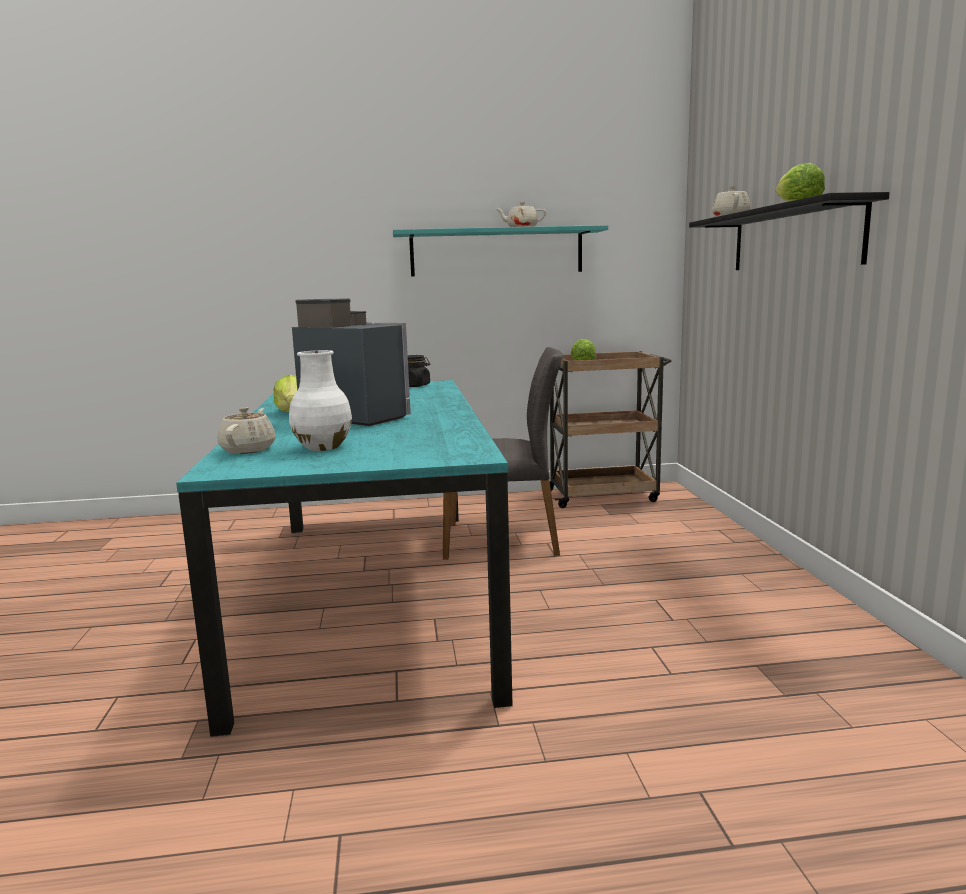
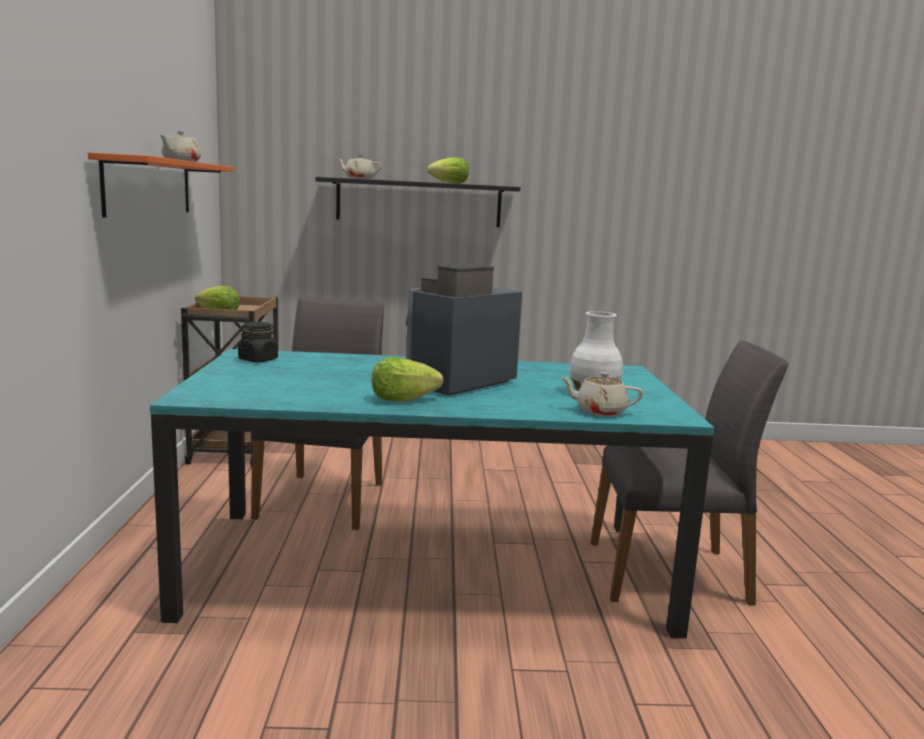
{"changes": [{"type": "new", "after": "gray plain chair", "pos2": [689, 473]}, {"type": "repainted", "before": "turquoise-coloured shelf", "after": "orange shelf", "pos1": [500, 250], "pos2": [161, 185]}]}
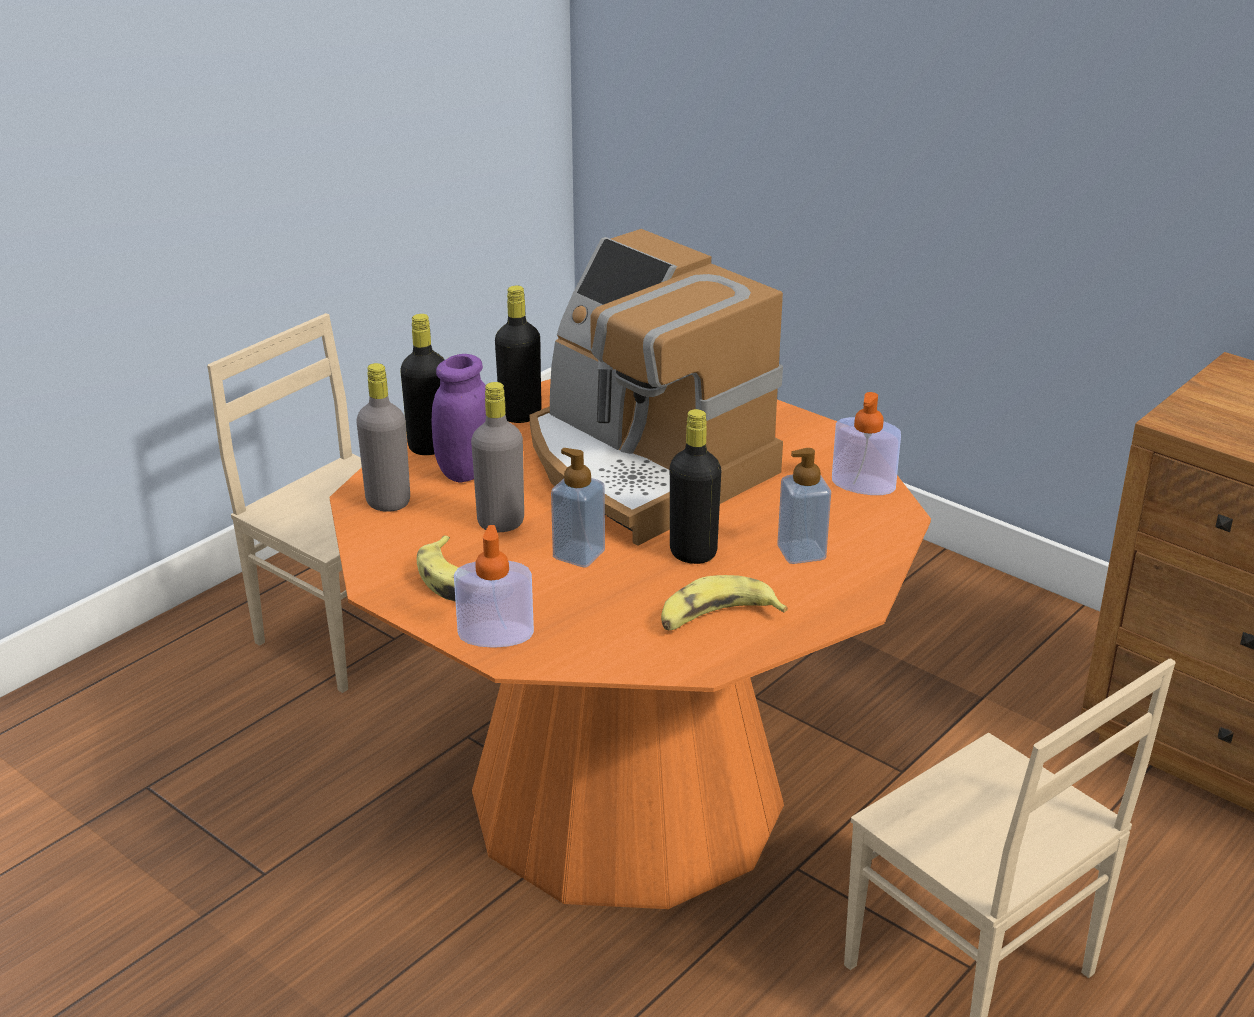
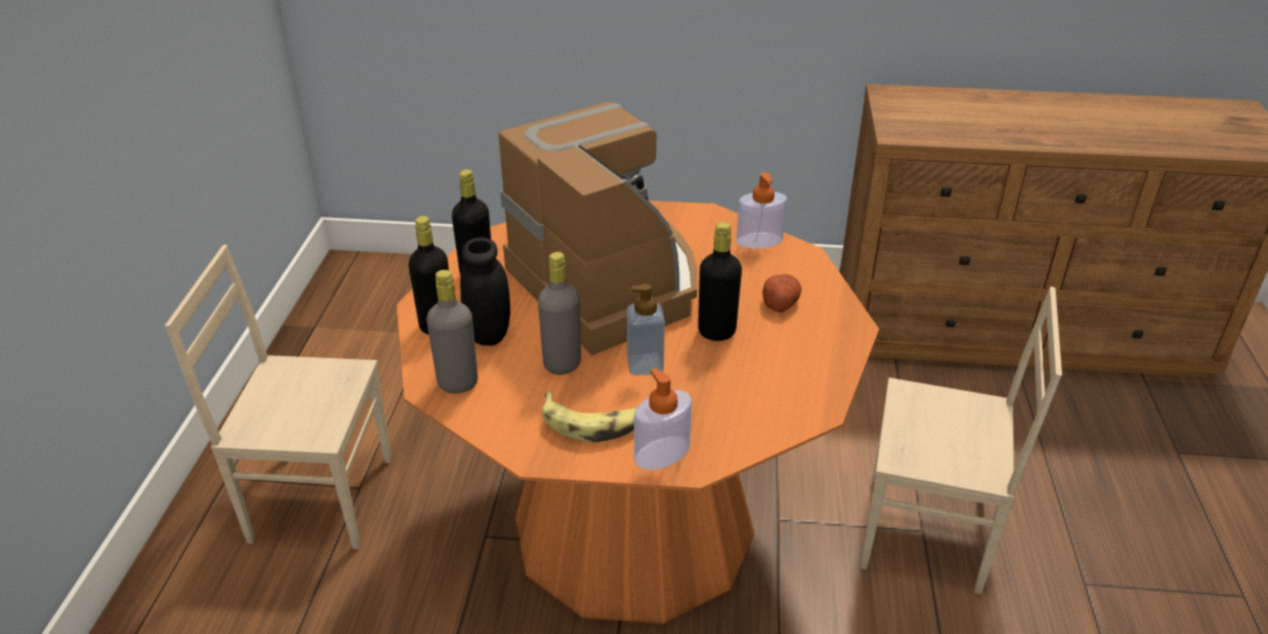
{"changes": [{"type": "gone", "before": "banana", "pos1": [724, 602]}, {"type": "swapped", "before": "liquid soap bottle", "after": "whole potato", "pos1": [804, 506], "pos2": [782, 293]}, {"type": "repainted", "before": "purple-coloured preserve jar", "after": "black-coloured preserve jar", "pos1": [458, 418], "pos2": [485, 291]}, {"type": "rotated", "before": "coffee machine", "pos1": [656, 387], "pos2": [598, 228], "turn": -135}]}
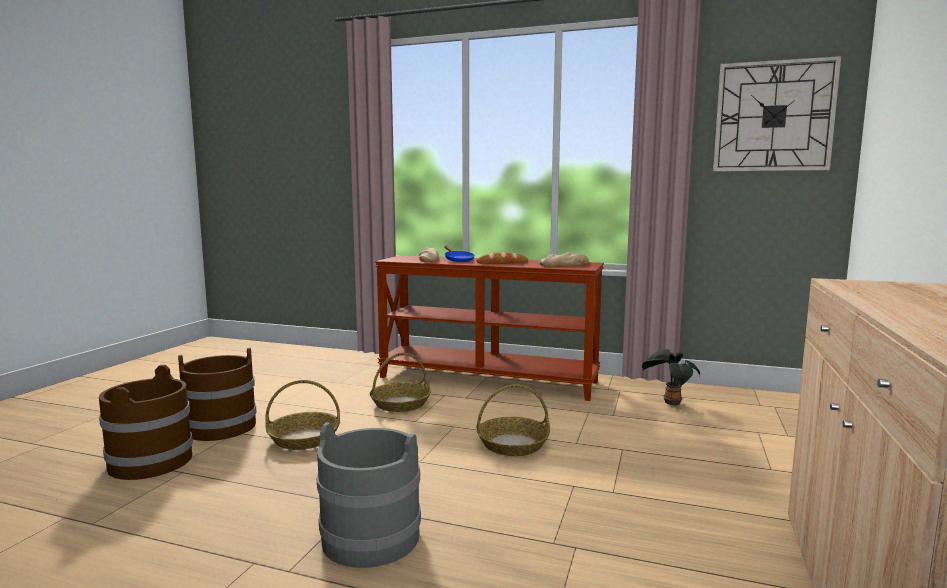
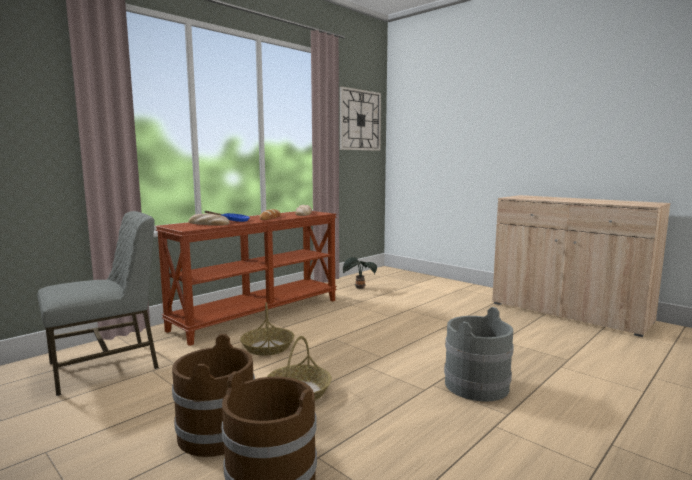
{"changes": [{"type": "gone", "before": "household basket", "pos1": [513, 420]}, {"type": "new", "after": "gray plain chair", "pos2": [98, 303]}]}
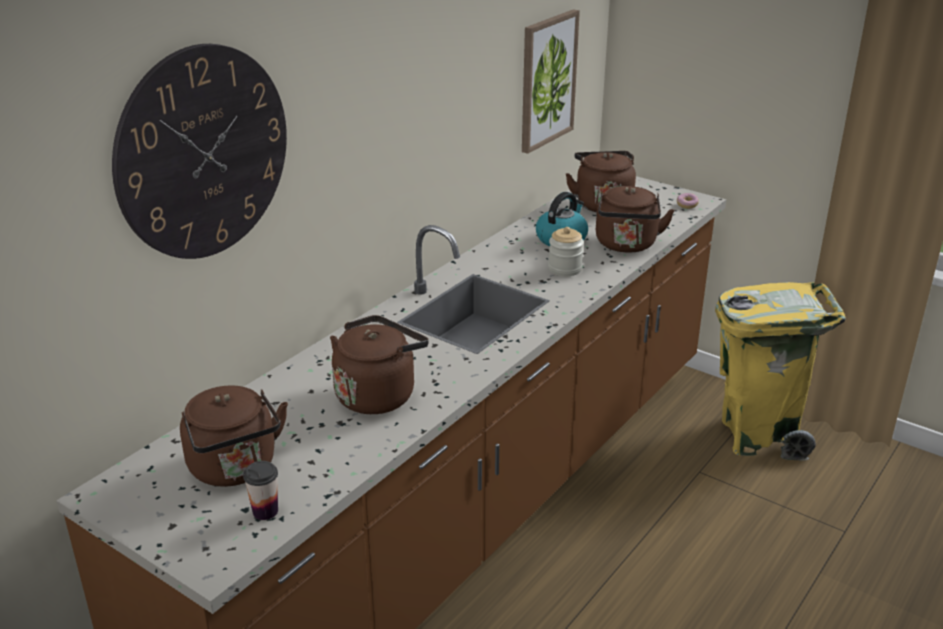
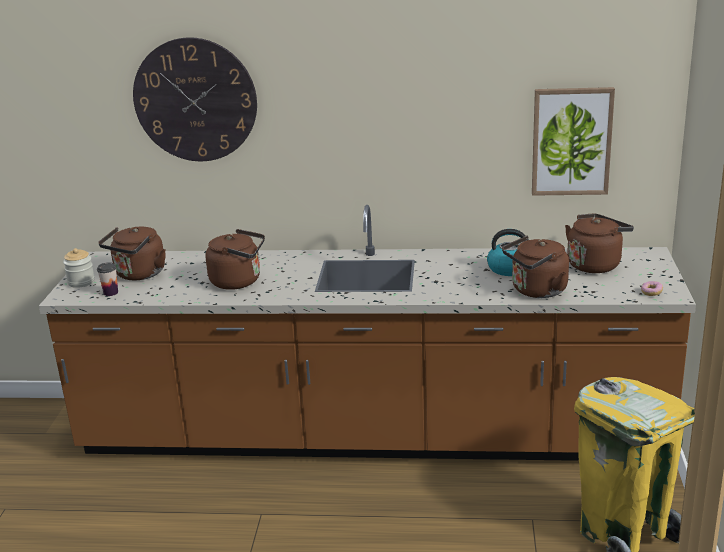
{"changes": [{"type": "shifted", "before": "preserve jar", "pos1": [566, 251], "pos2": [79, 268]}]}
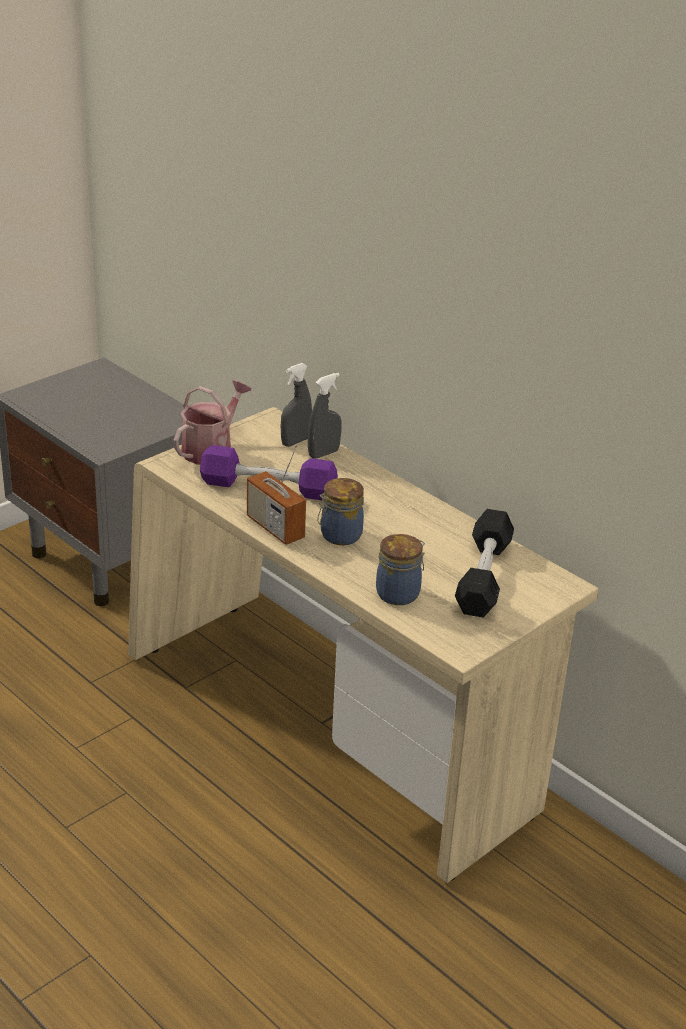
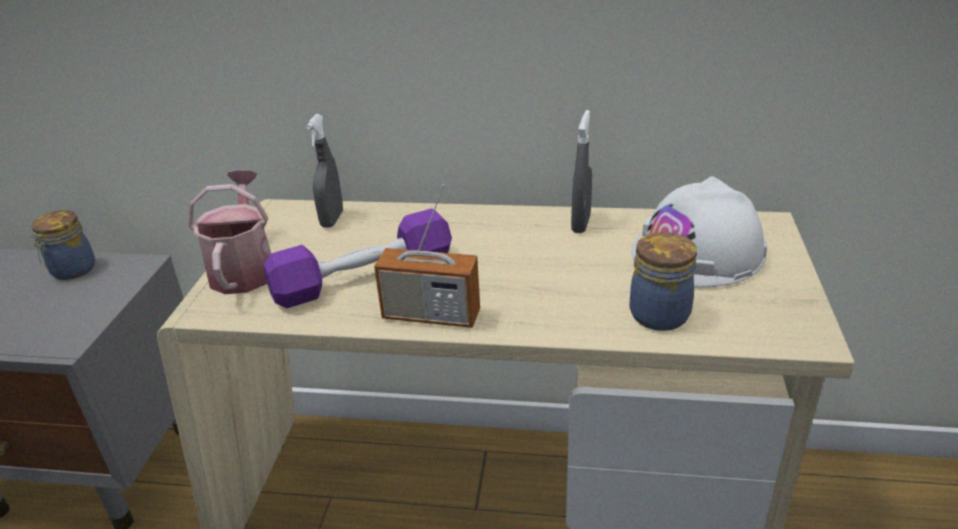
{"changes": [{"type": "shifted", "before": "gray hand sprayer", "pos1": [325, 416], "pos2": [581, 171]}, {"type": "shifted", "before": "preserve jar", "pos1": [340, 511], "pos2": [62, 245]}, {"type": "swapped", "before": "black-coloured hand weight", "after": "whitish work helmet", "pos1": [484, 563], "pos2": [699, 231]}]}
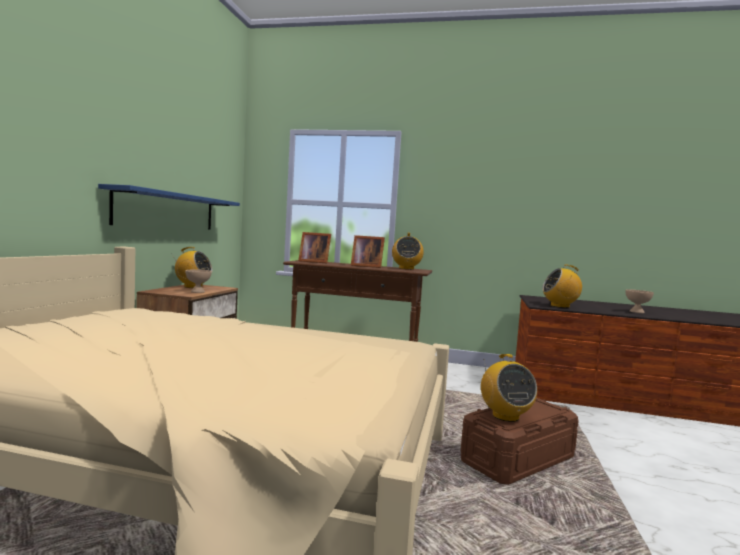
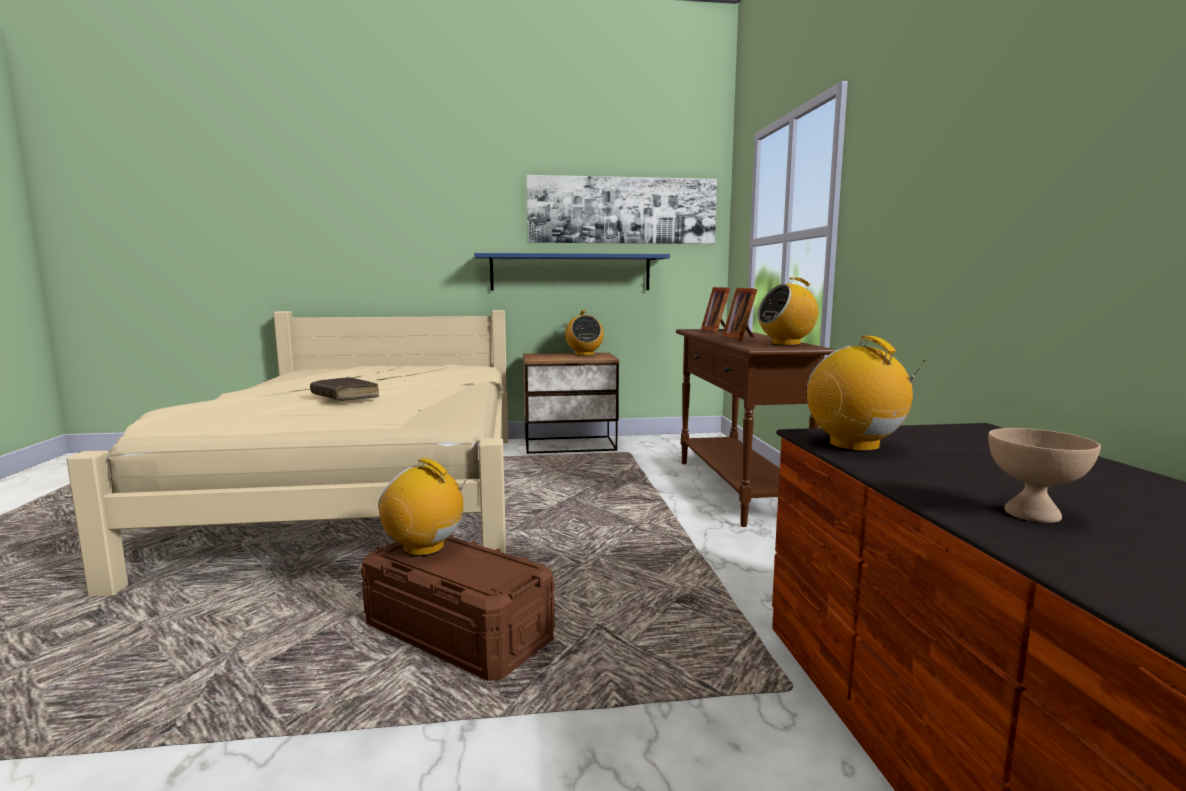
{"changes": [{"type": "gone", "before": "beige serving bowl", "pos1": [198, 281]}, {"type": "new", "after": "brown-coloured bound book", "pos2": [344, 389]}, {"type": "new", "after": "wall picture", "pos2": [621, 209]}, {"type": "rotated", "before": "radio", "pos1": [509, 388], "pos2": [424, 507], "turn": 60}]}
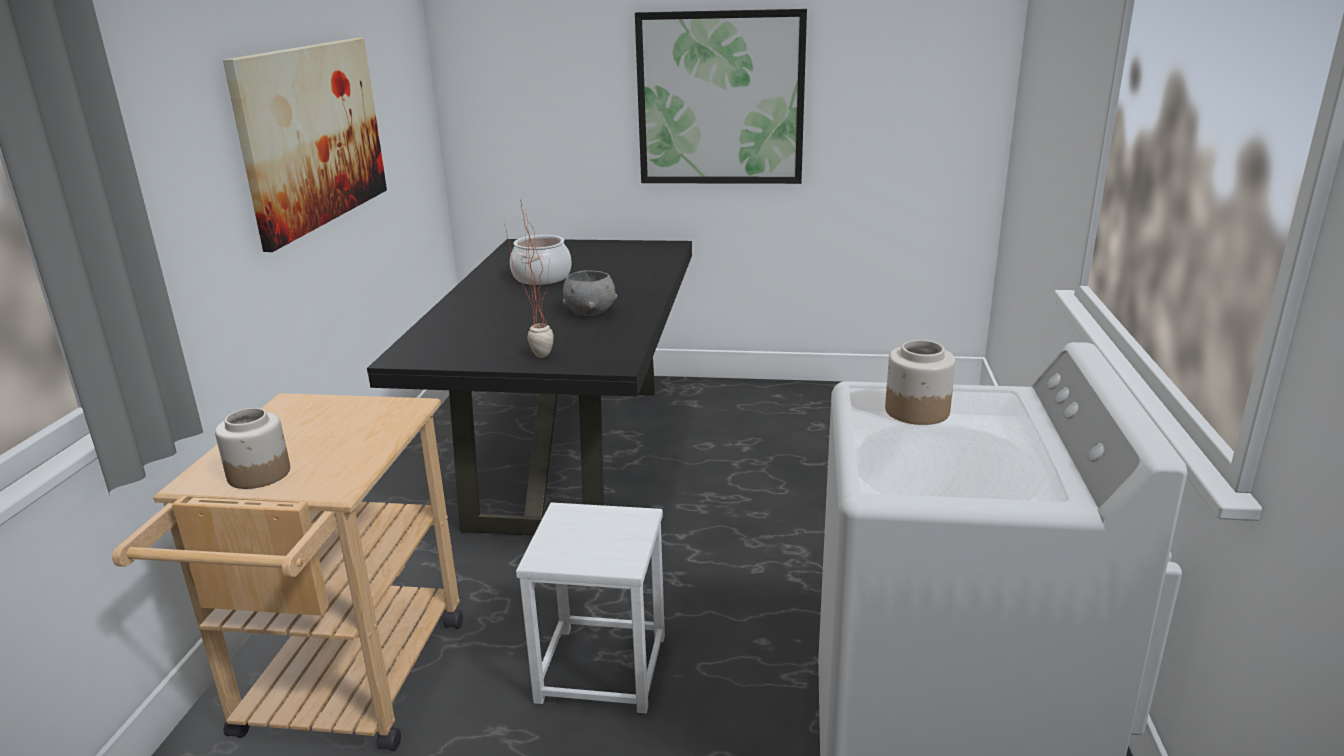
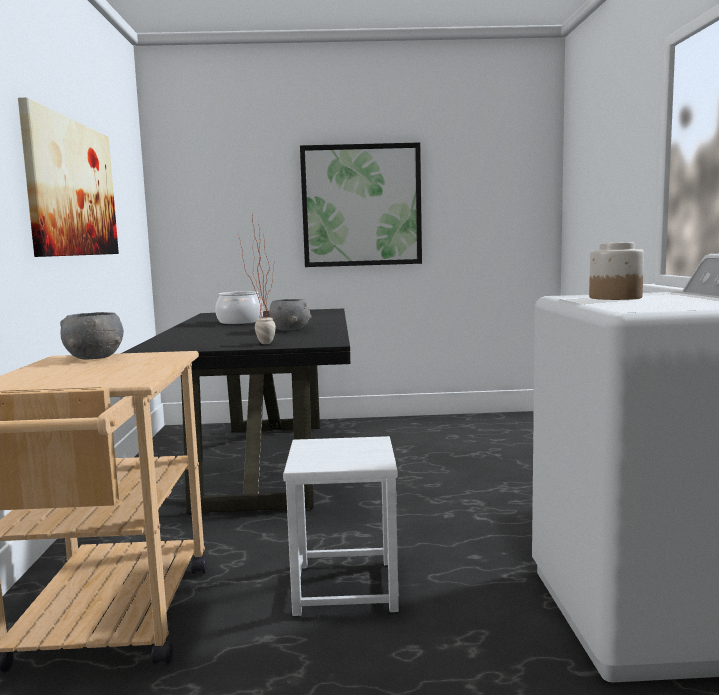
{"changes": [{"type": "gone", "before": "preserve jar", "pos1": [252, 448]}, {"type": "new", "after": "gray serving bowl", "pos2": [92, 335]}]}
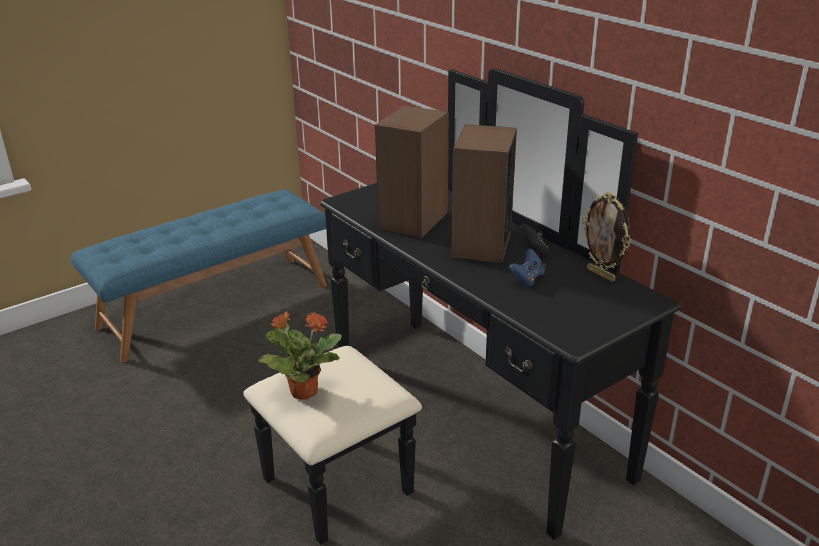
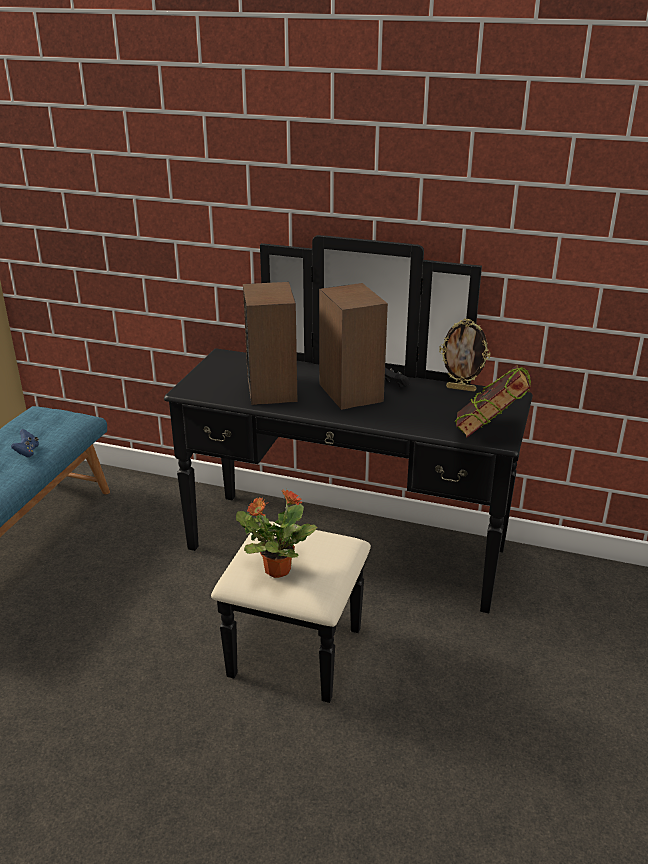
{"changes": [{"type": "new", "after": "bound book", "pos2": [493, 401]}, {"type": "shifted", "before": "bluish joypad", "pos1": [527, 267], "pos2": [25, 443]}]}
